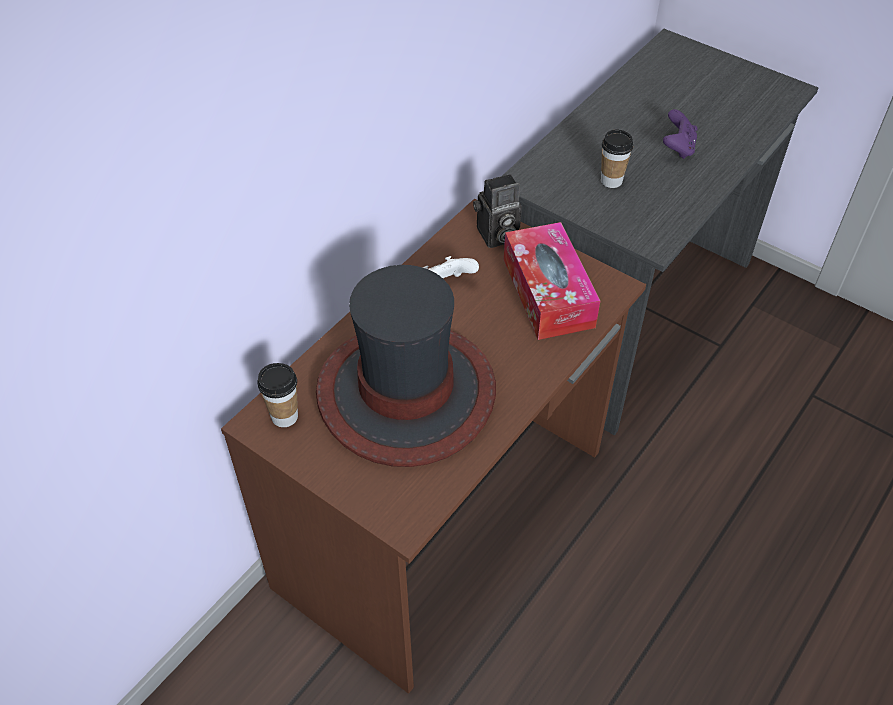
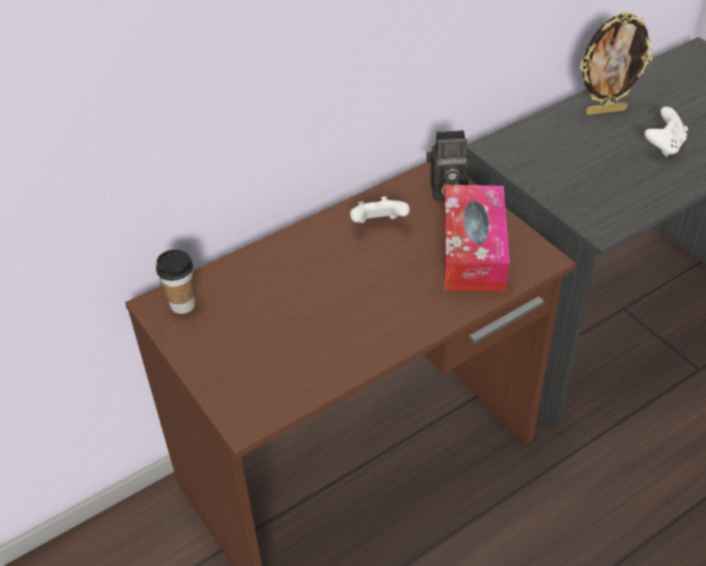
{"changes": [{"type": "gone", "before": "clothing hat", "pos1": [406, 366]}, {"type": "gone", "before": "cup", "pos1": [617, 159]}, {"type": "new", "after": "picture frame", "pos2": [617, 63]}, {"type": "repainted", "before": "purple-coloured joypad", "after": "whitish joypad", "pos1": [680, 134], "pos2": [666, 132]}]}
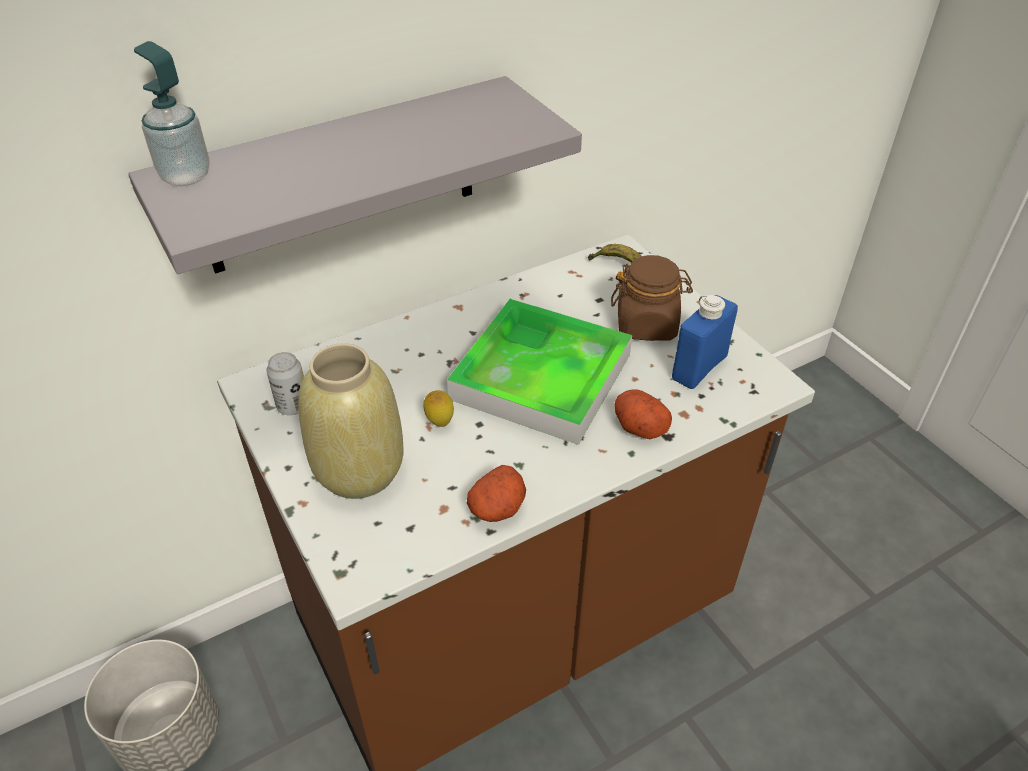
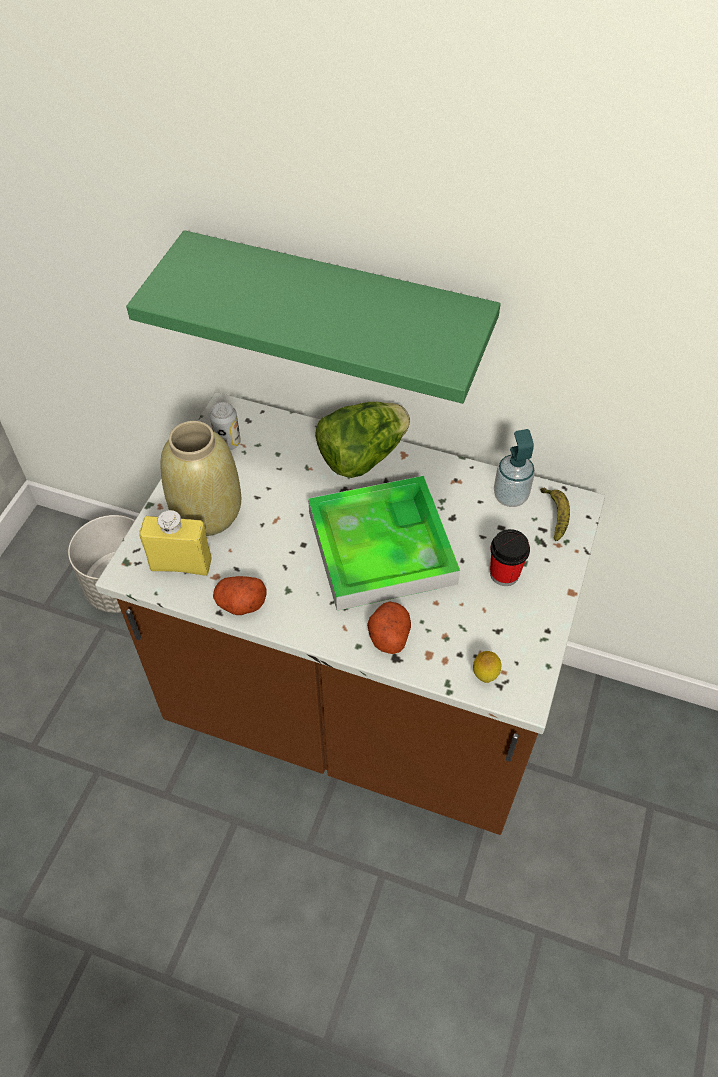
{"changes": [{"type": "gone", "before": "bluish drink bottle", "pos1": [705, 342]}, {"type": "new", "after": "yellow drink bottle", "pos2": [175, 543]}, {"type": "new", "after": "lettuce head", "pos2": [362, 440]}, {"type": "shifted", "before": "liquid soap bottle", "pos1": [172, 113], "pos2": [514, 468]}, {"type": "shifted", "before": "lemon", "pos1": [438, 408], "pos2": [487, 667]}, {"type": "swapped", "before": "brown-coloured preserve jar", "after": "cup", "pos1": [652, 298], "pos2": [510, 557]}, {"type": "repainted", "before": "gray shelf", "after": "green-coloured shelf", "pos1": [355, 175], "pos2": [313, 317]}]}
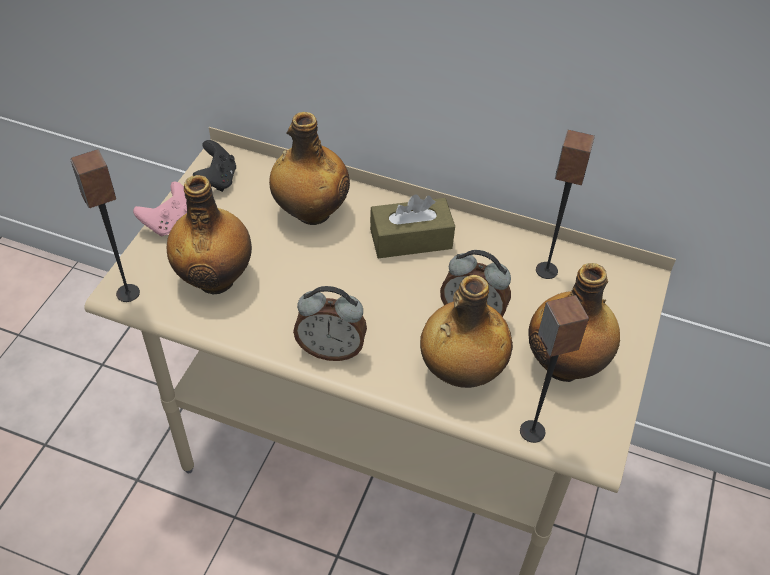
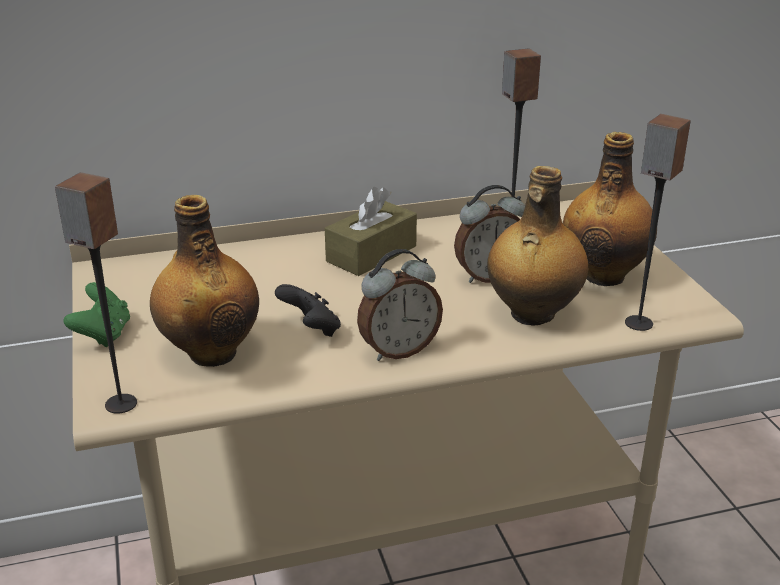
{"changes": [{"type": "gone", "before": "drink bottle", "pos1": [309, 168]}, {"type": "shifted", "before": "black-coloured joypad", "pos1": [214, 166], "pos2": [308, 310]}, {"type": "repainted", "before": "pink joypad", "after": "green-coloured joypad", "pos1": [160, 209], "pos2": [97, 314]}]}
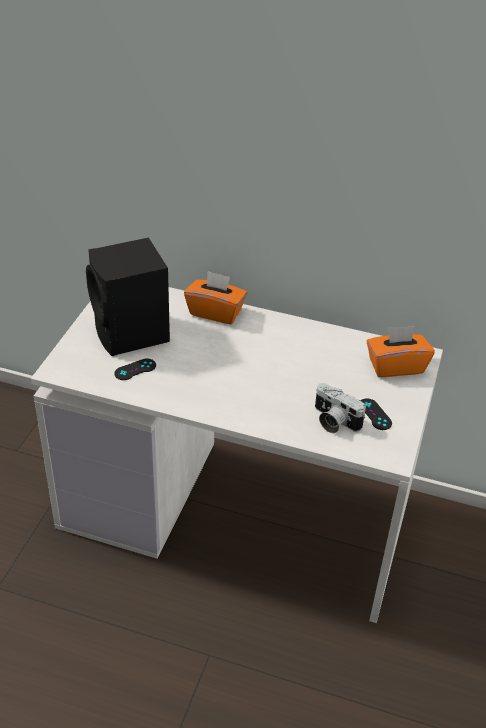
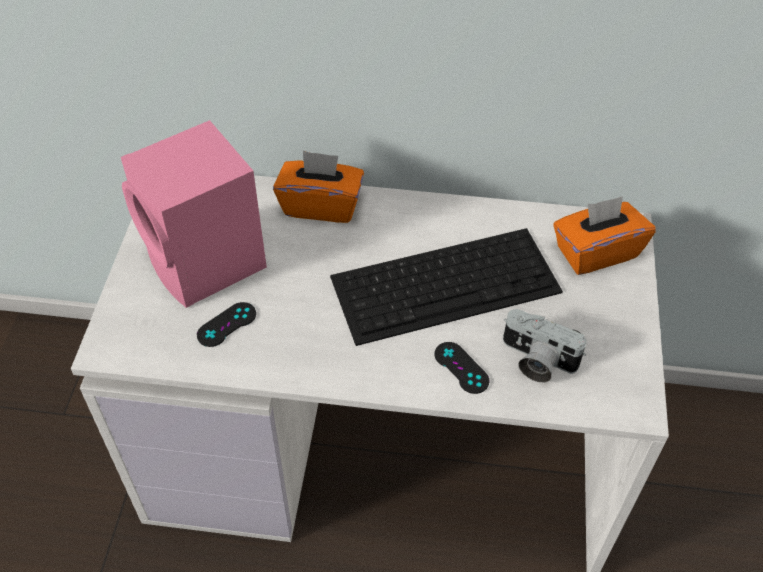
{"changes": [{"type": "new", "after": "computer keyboard", "pos2": [446, 287]}, {"type": "shifted", "before": "black-coloured joypad", "pos1": [376, 414], "pos2": [462, 368]}, {"type": "repainted", "before": "black-coloured loudspeaker", "after": "pink loudspeaker", "pos1": [128, 296], "pos2": [194, 214]}]}
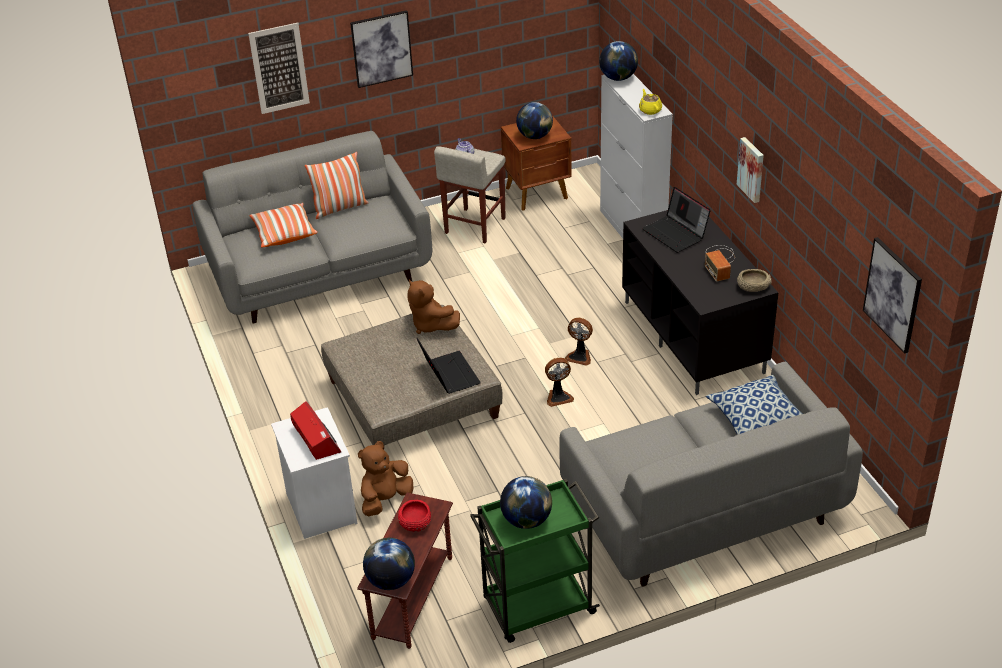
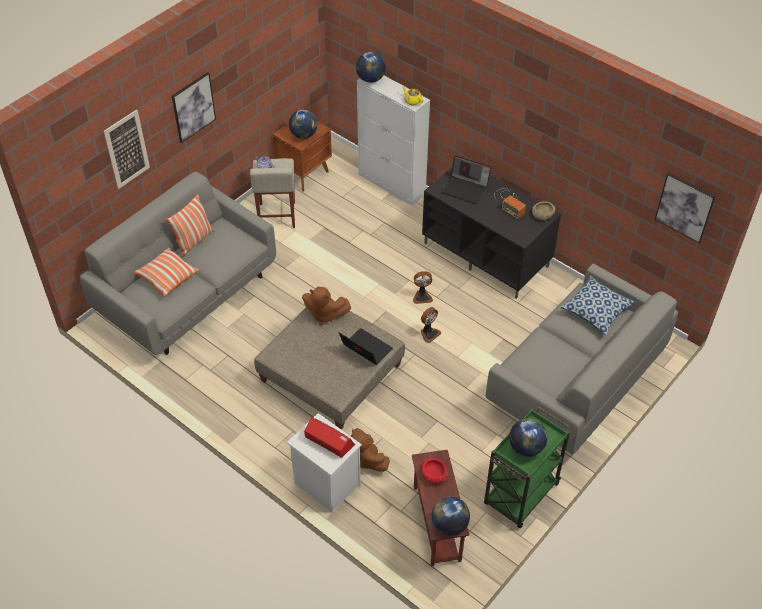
{"changes": [{"type": "gone", "before": "wall picture", "pos1": [750, 170]}, {"type": "rotated", "before": "brown-coloured cuddly toy", "pos1": [386, 478], "pos2": [370, 450], "turn": -45}]}
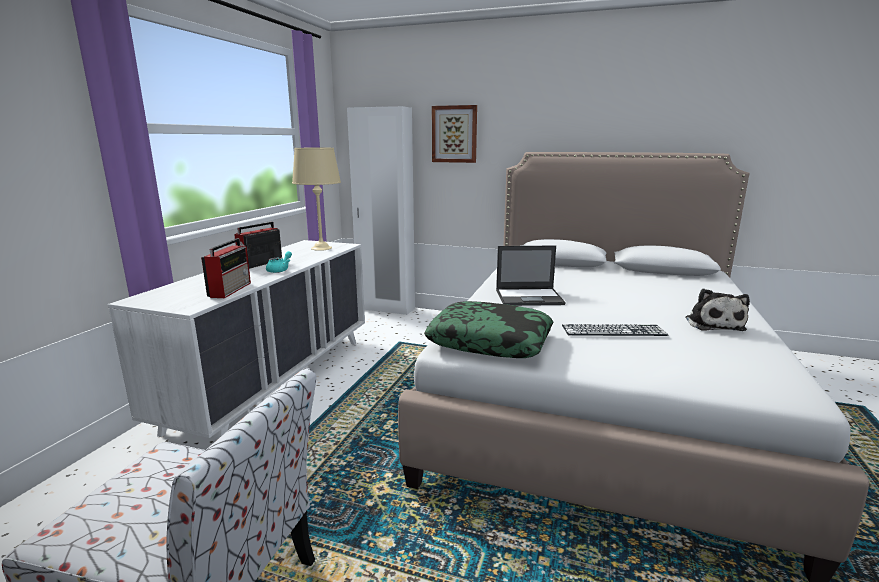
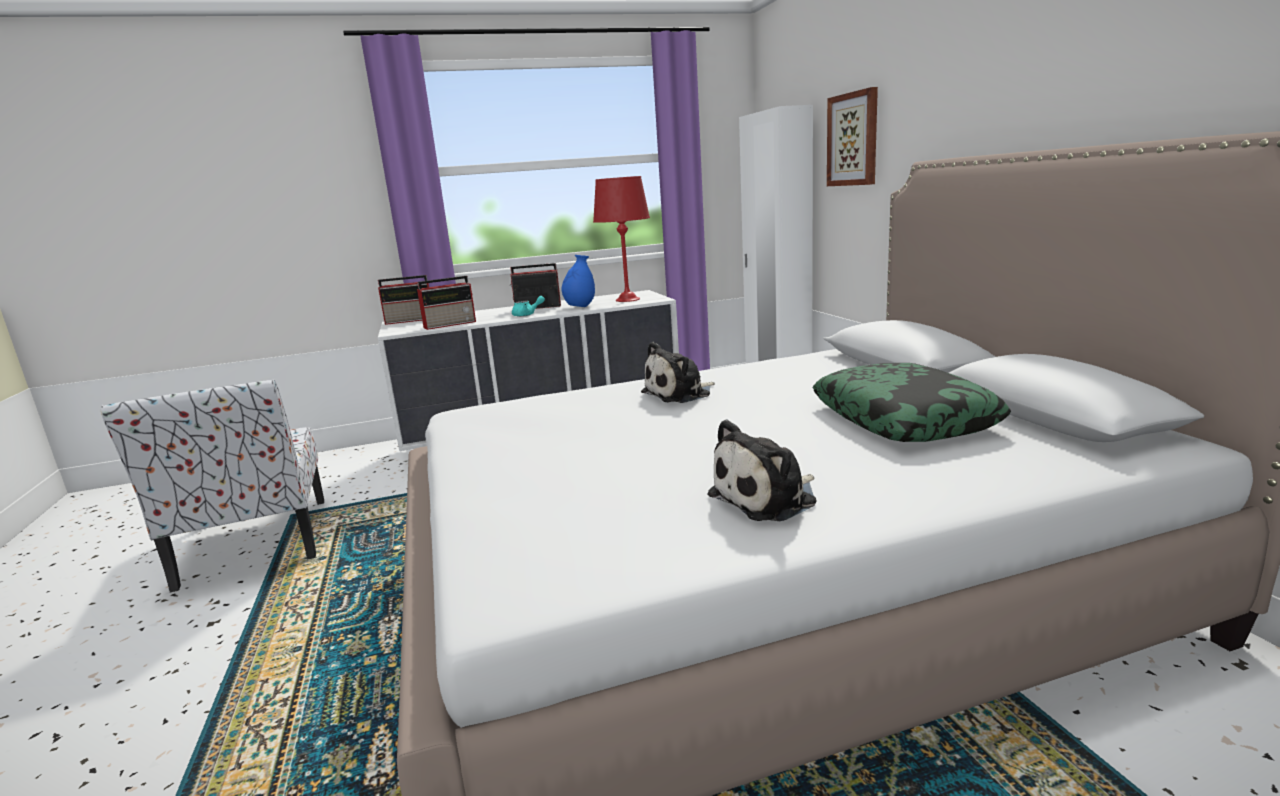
{"changes": [{"type": "gone", "before": "computer keyboard", "pos1": [615, 330]}, {"type": "new", "after": "radio", "pos2": [403, 300]}, {"type": "new", "after": "bluish flower vase", "pos2": [578, 281]}, {"type": "shifted", "before": "cushion", "pos1": [488, 329], "pos2": [912, 402]}, {"type": "swapped", "before": "portable computer", "after": "cuddly toy", "pos1": [531, 276], "pos2": [678, 372]}, {"type": "repainted", "before": "beige table lamp", "after": "red-coloured table lamp", "pos1": [316, 199], "pos2": [621, 239]}]}
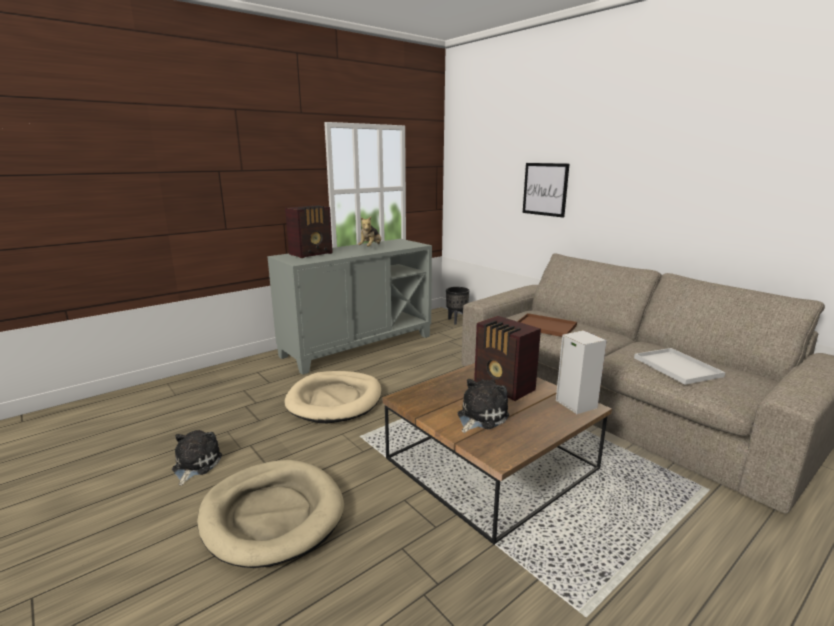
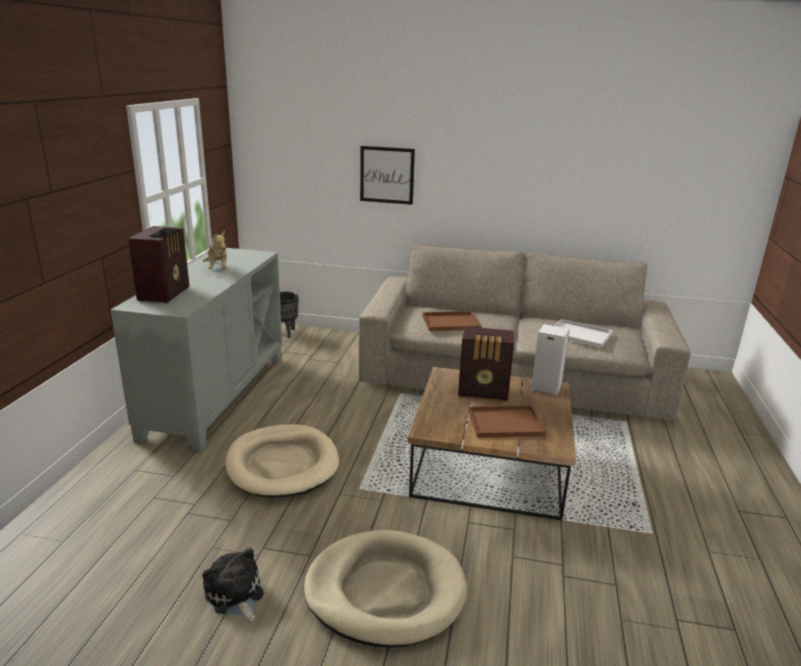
{"changes": [{"type": "swapped", "before": "cuddly toy", "after": "brown-coloured serving tray", "pos1": [483, 406], "pos2": [506, 422]}]}
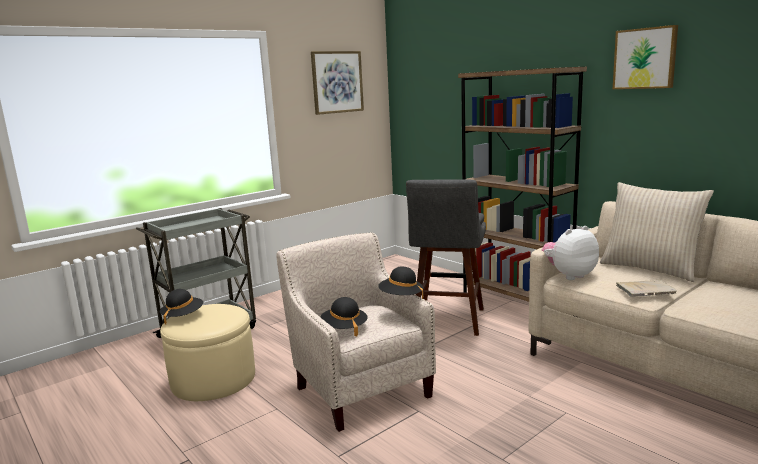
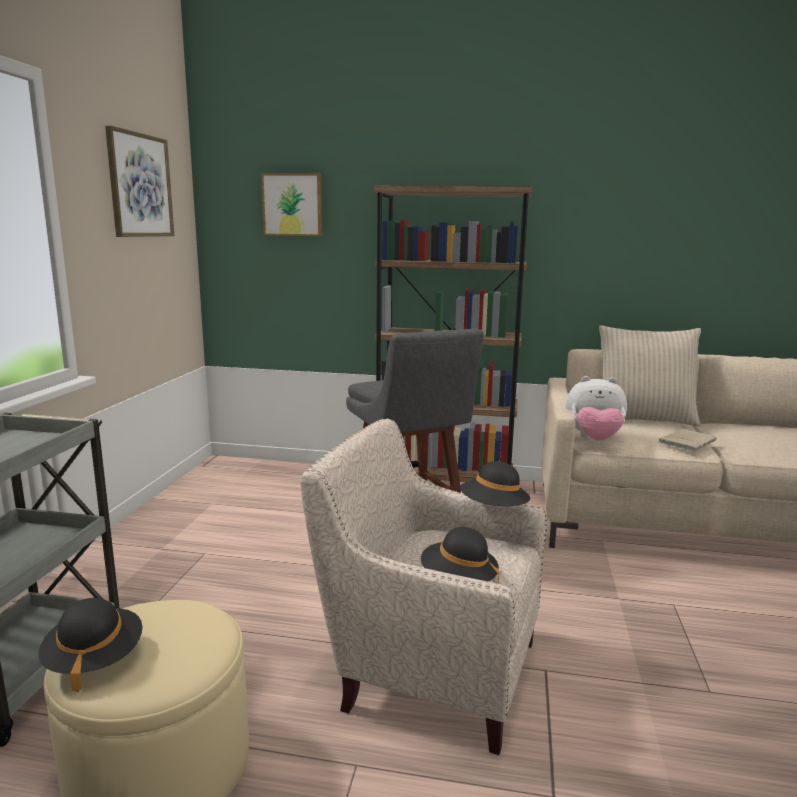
{"changes": [{"type": "shifted", "before": "wall picture", "pos1": [645, 57], "pos2": [291, 204]}, {"type": "rotated", "before": "cuddly toy", "pos1": [570, 253], "pos2": [596, 408], "turn": -105}]}
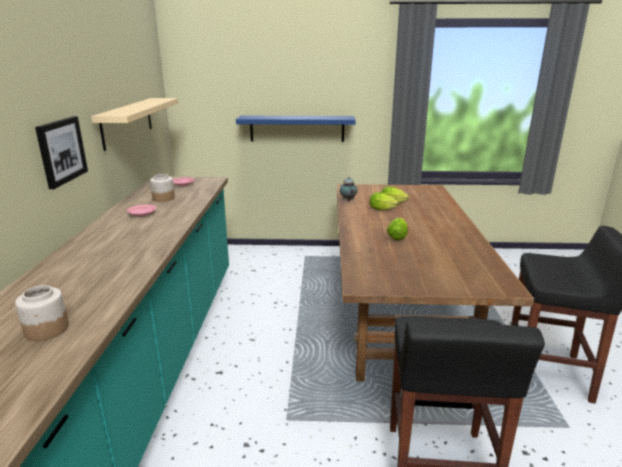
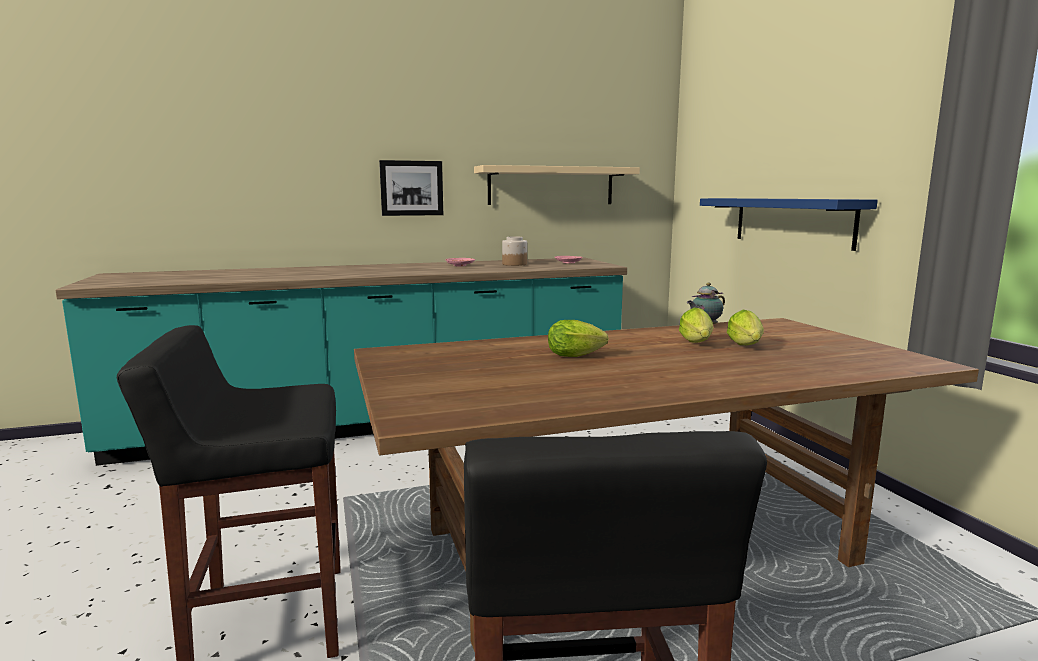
{"changes": [{"type": "gone", "before": "preserve jar", "pos1": [42, 313]}]}
